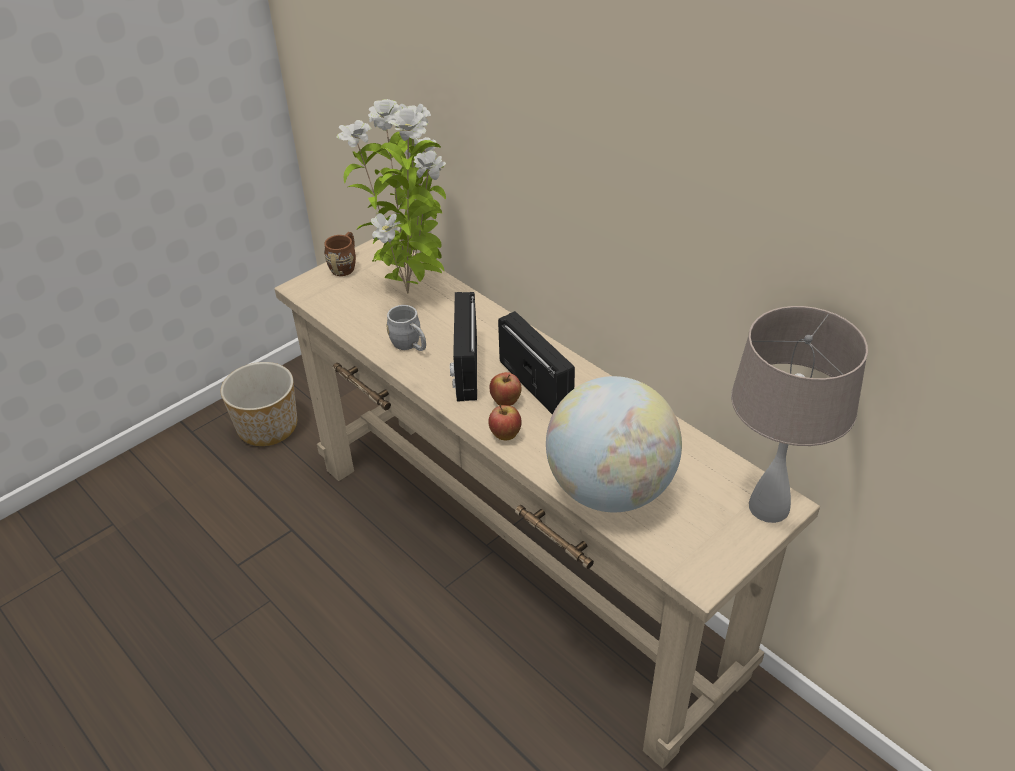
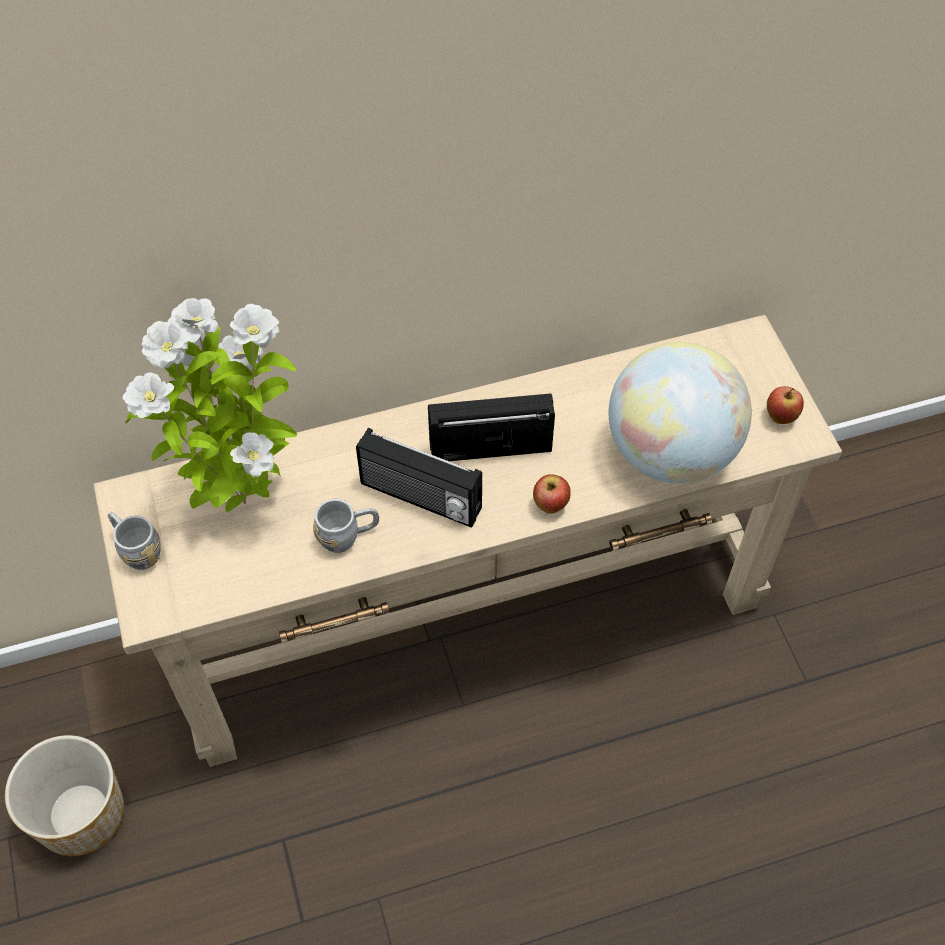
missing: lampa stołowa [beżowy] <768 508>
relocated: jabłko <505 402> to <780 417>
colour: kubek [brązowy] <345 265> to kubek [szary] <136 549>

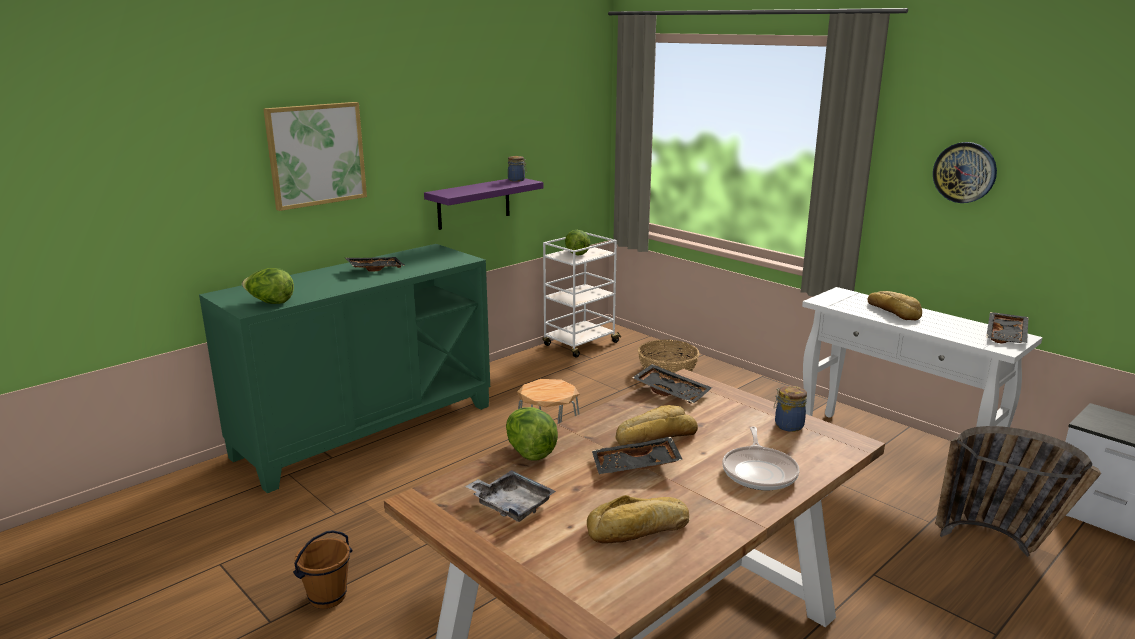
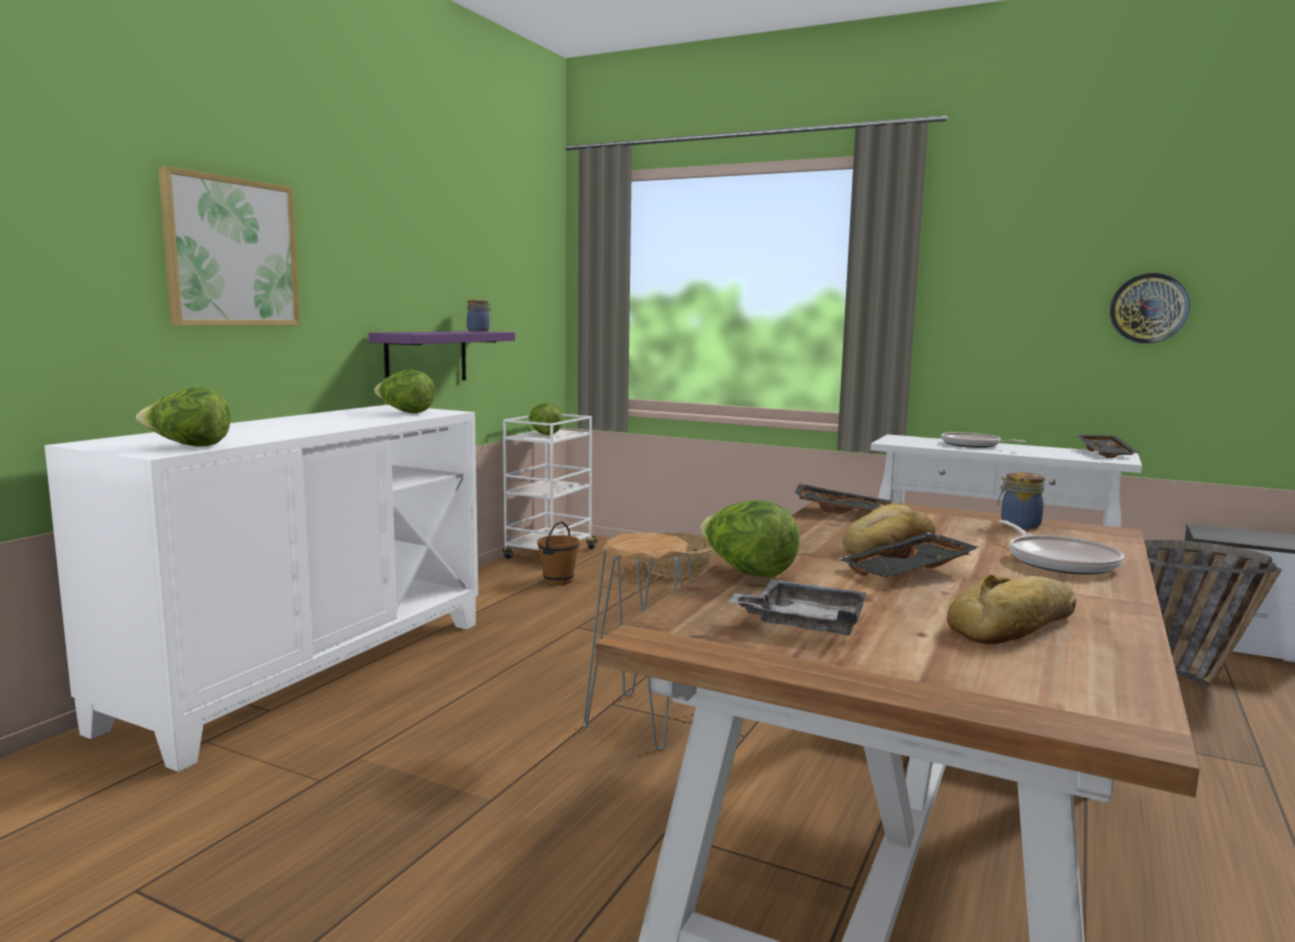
missing: taca [czarny] <375 269>
appeared: sałata <405 412>
relocated: wiadro [brązowy] <327 597> to <558 580>; zegar ścienny <964 172> to <1148 308>
exchanged: chleb <894 311> to patelnia <973 445>
colour: szafka [zielony] <366 430> to szafka [biały] <307 671>

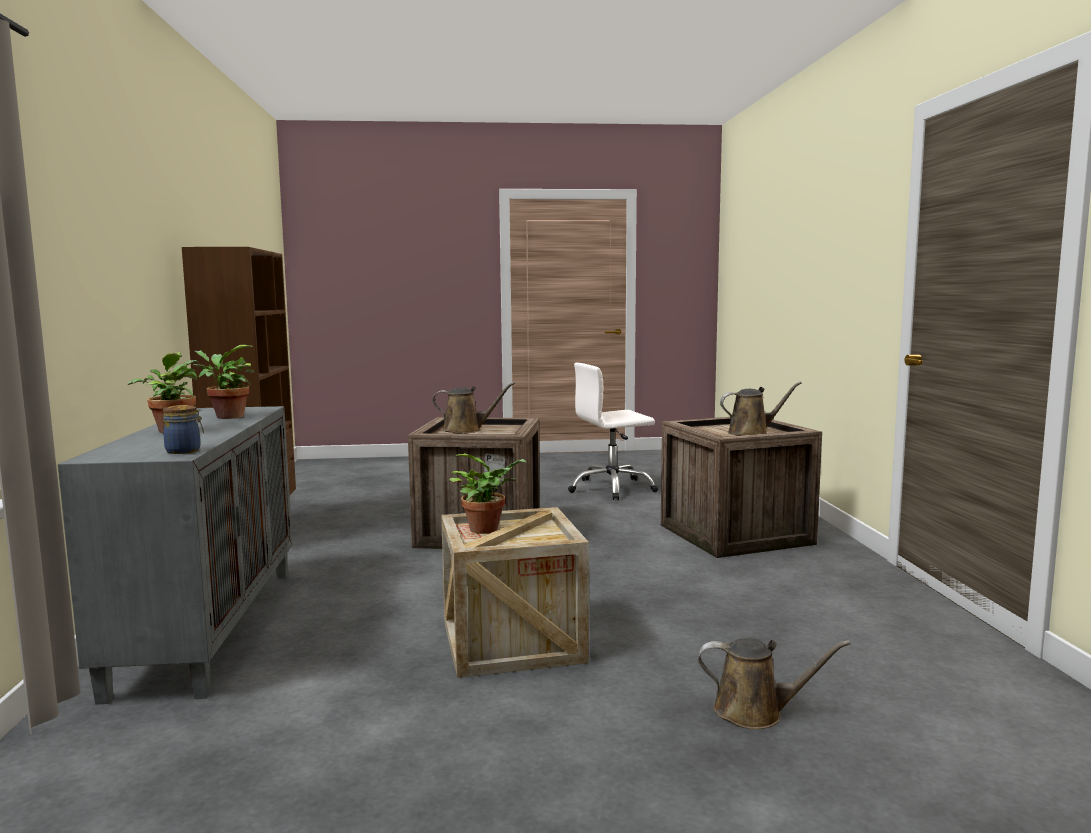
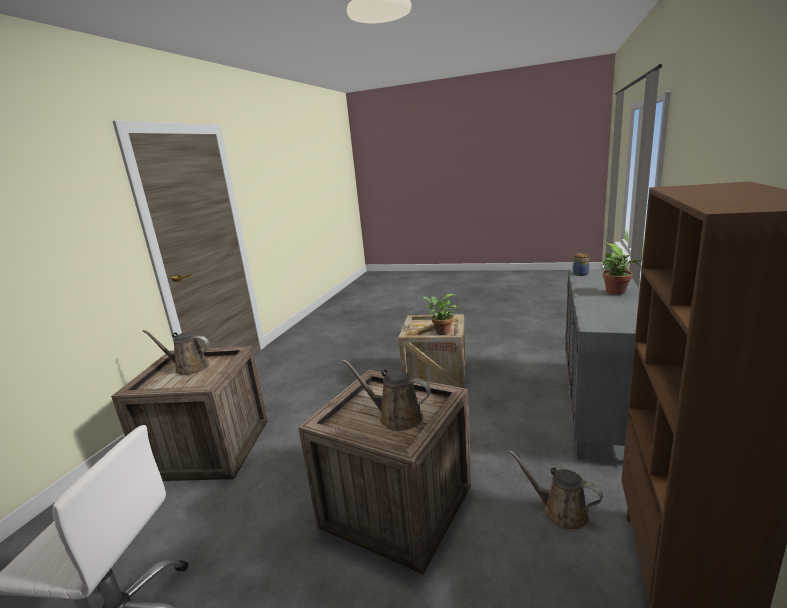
missing: roślina doniczkowa <226 417>
relocated: konewka [brązowy] <755 712> to <560 512>

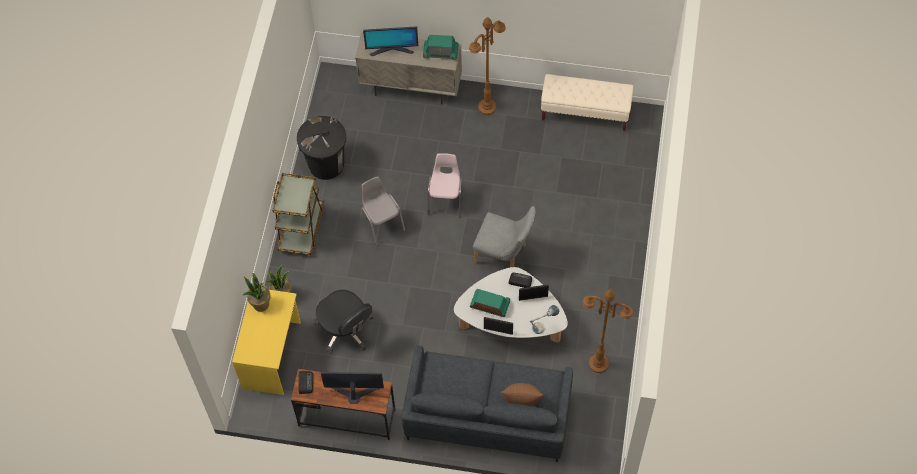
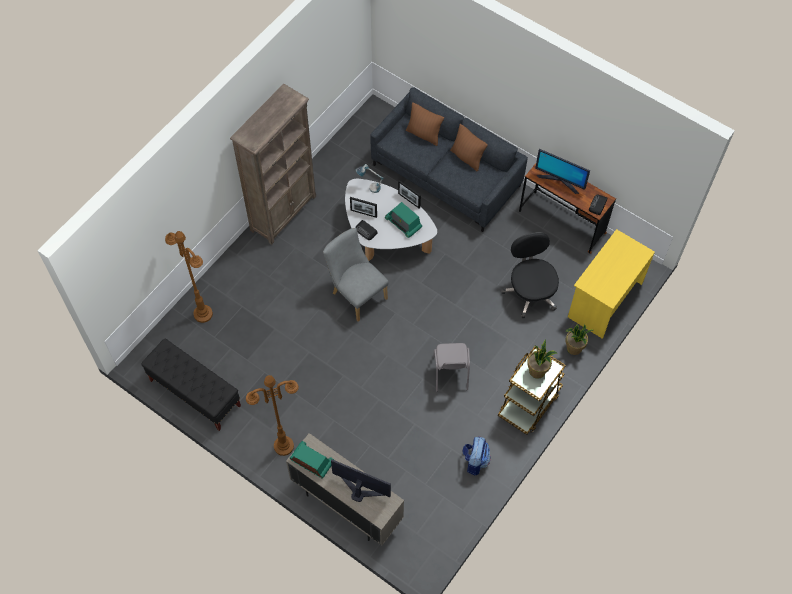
missing: krzesło [różowy] <446 200>
appeared: regał [brązowy] <284 213>; poduszka [brązowy] <467 158>
relocated: lampa stojąca [brązowy] <598 363> to <203 314>; roślina doniczkowa <260 304> to <537 371>
exchanged: kosz na śmieci [czarny] <326 164> to plecak <475 461>
colour: ławka [beżowy] <585 113> to ławka [czarny] <195 393>

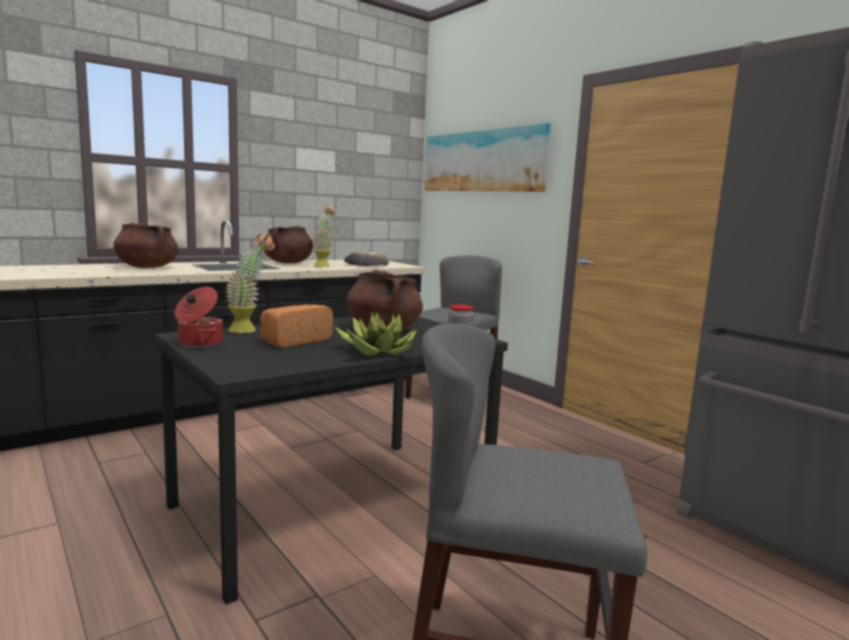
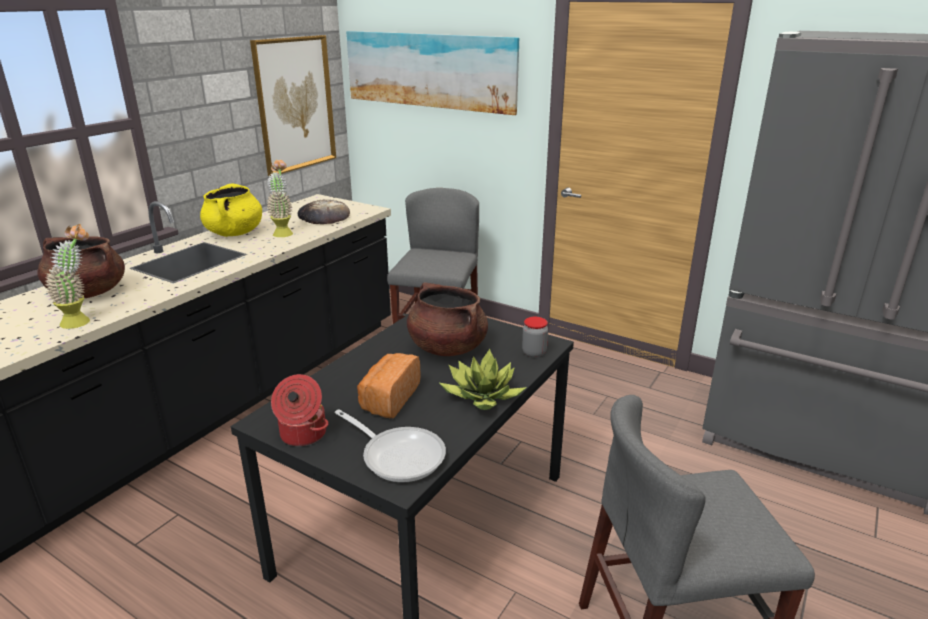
appeared: obraz <295 104>; patelnia <399 455>
relocated: roślina doniczkowa <249 330> to <82 320>
colour: garnek [brązowy] <288 263> to garnek [żółty] <235 233>

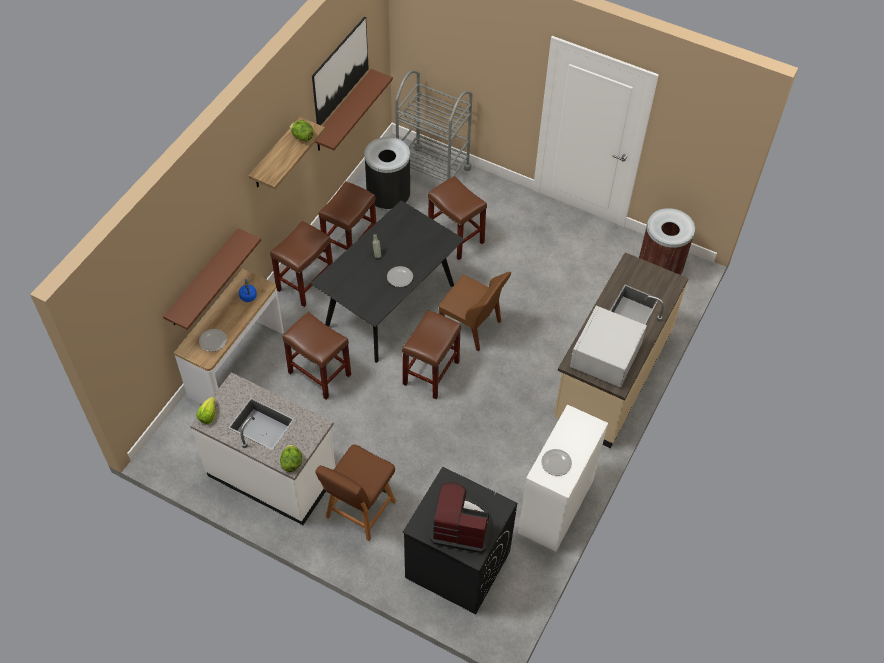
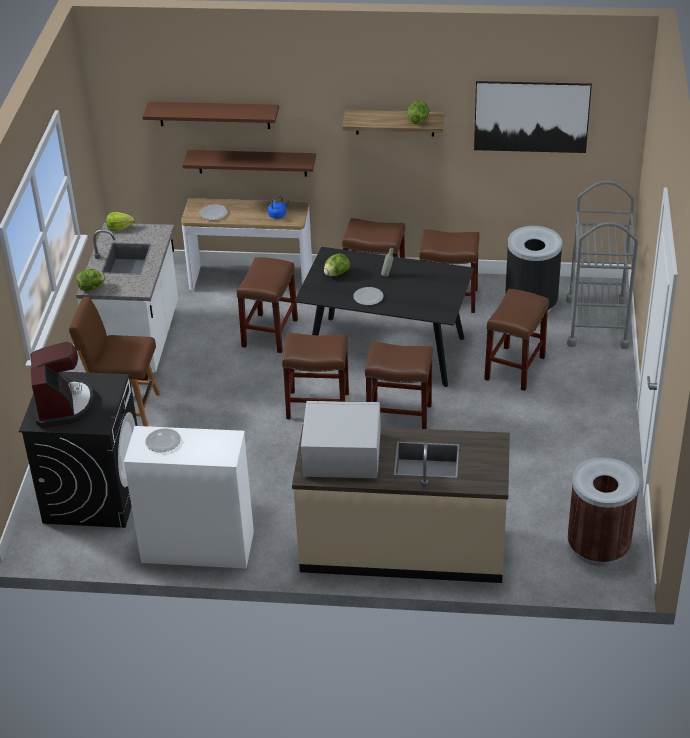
appeared: sałata <336 274>
relocated: półka [brązowy] <342 111> to <214 115>
exchanged: krzesło [brązowy] <472 327> to stołek [brązowy] <398 416>

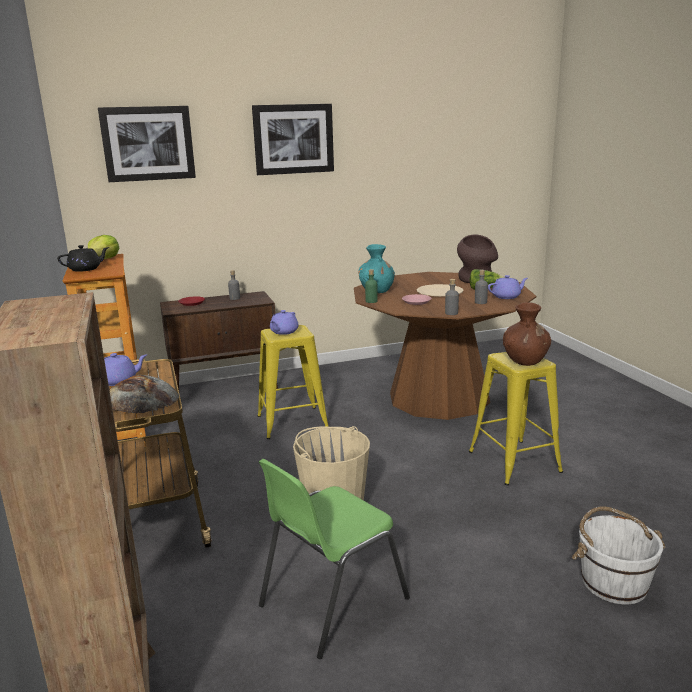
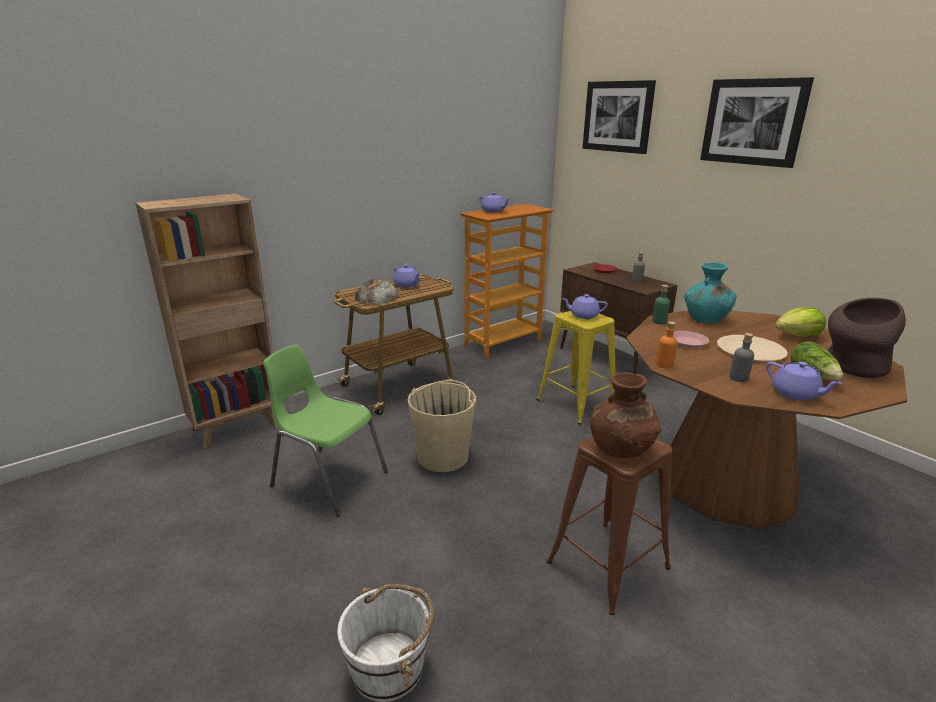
relocated: sałata <103 260> to <797 336>
colour: imbryk [czarny] <86 269> to imbryk [fioletowy] <494 211>; stołek [żółty] <514 462> to stołek [brązowy] <608 565>; butelka [szary] <451 313> to butelka [pomarańczowy] <664 364>

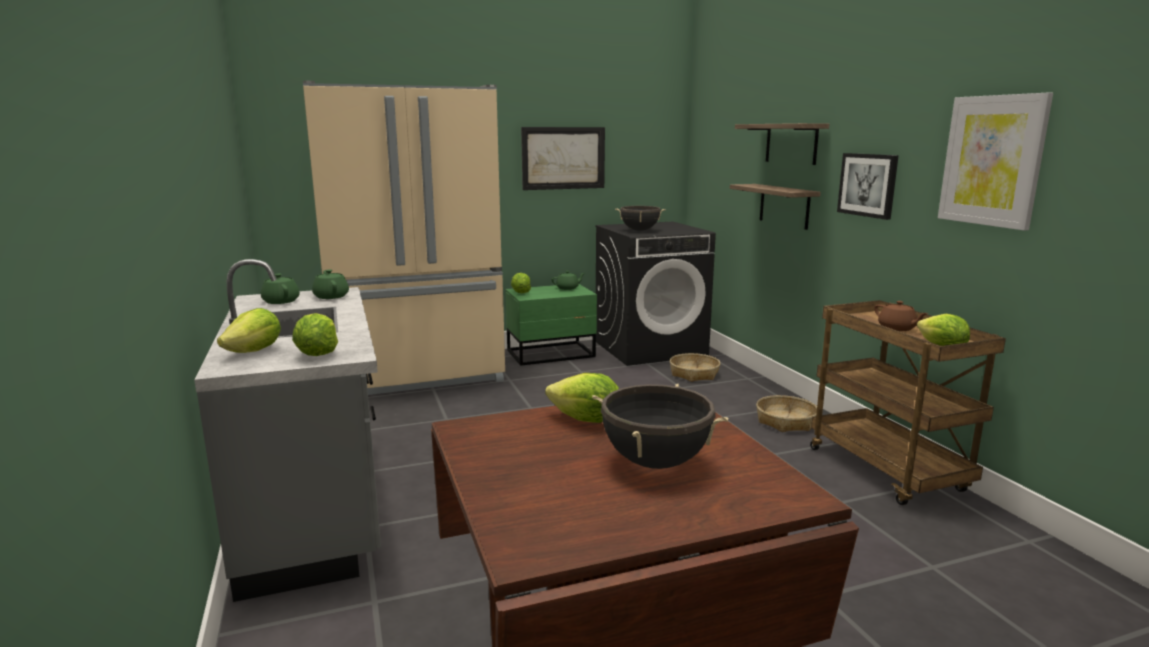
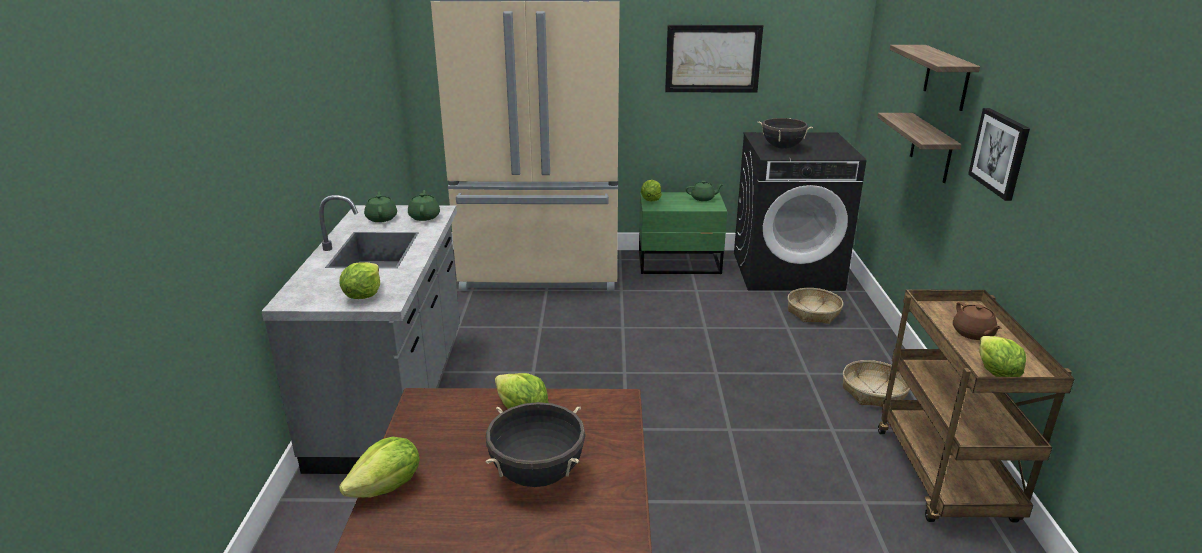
missing: obraz <992 161>
relocated: sałata <255 351> to <387 488>

